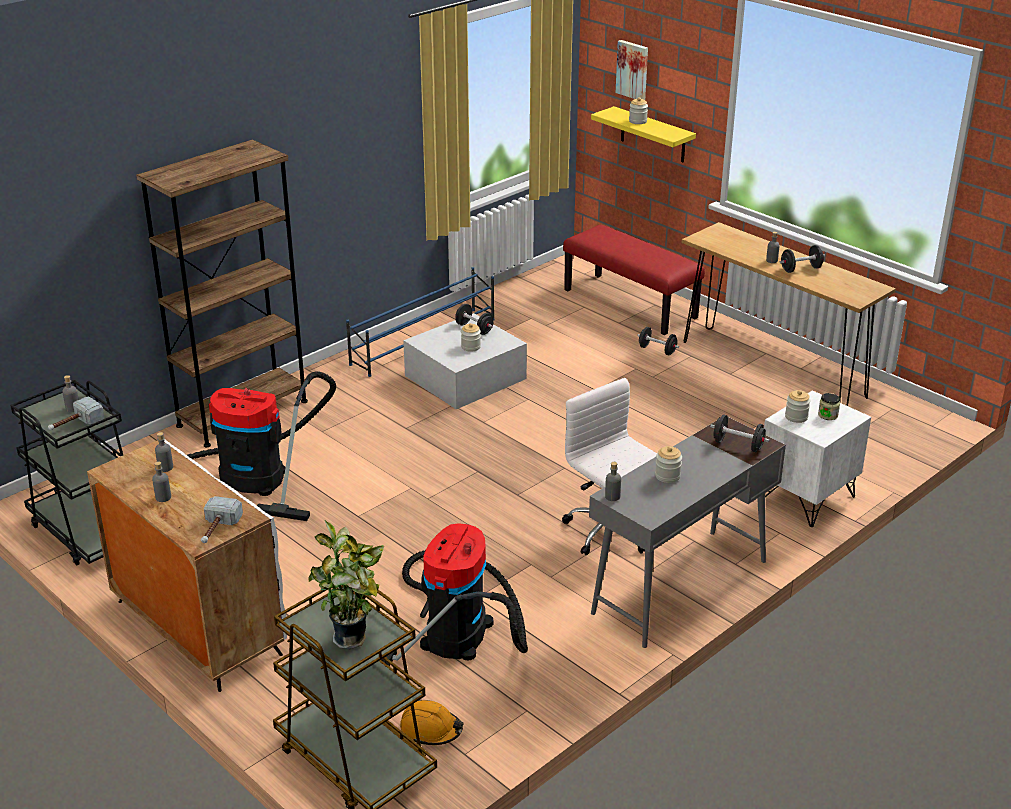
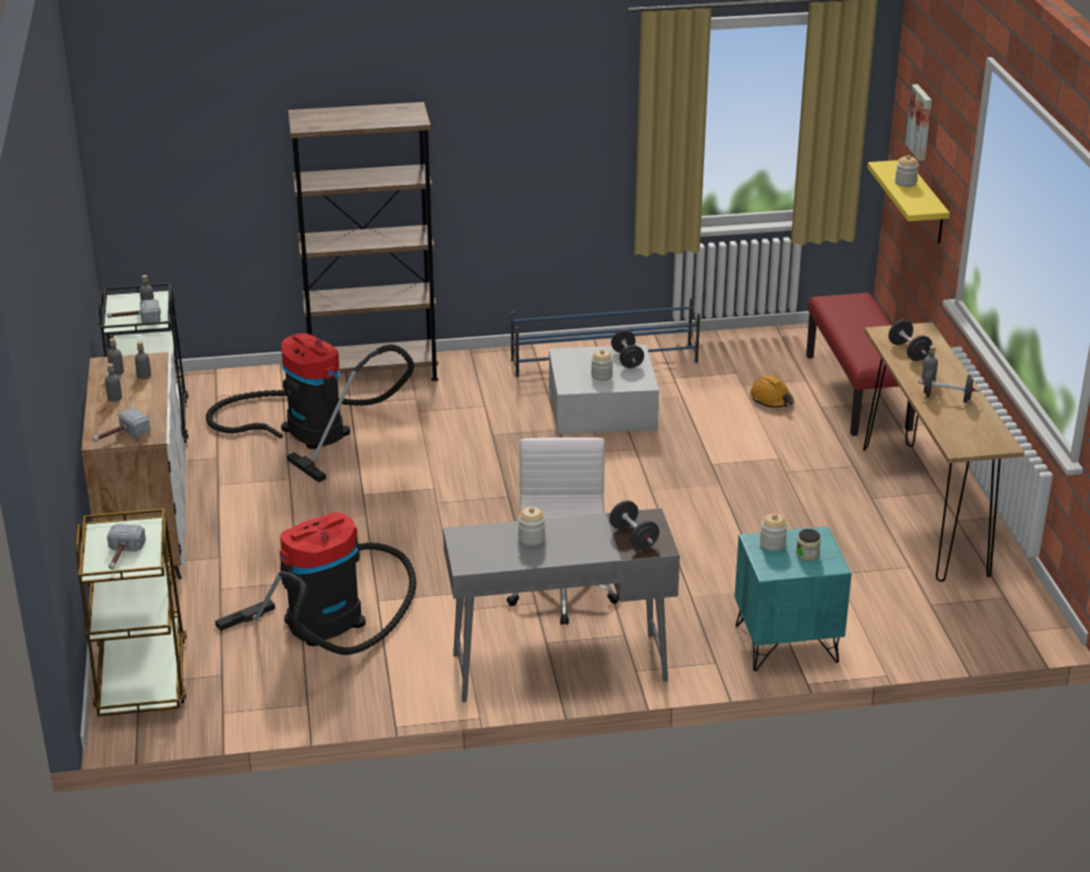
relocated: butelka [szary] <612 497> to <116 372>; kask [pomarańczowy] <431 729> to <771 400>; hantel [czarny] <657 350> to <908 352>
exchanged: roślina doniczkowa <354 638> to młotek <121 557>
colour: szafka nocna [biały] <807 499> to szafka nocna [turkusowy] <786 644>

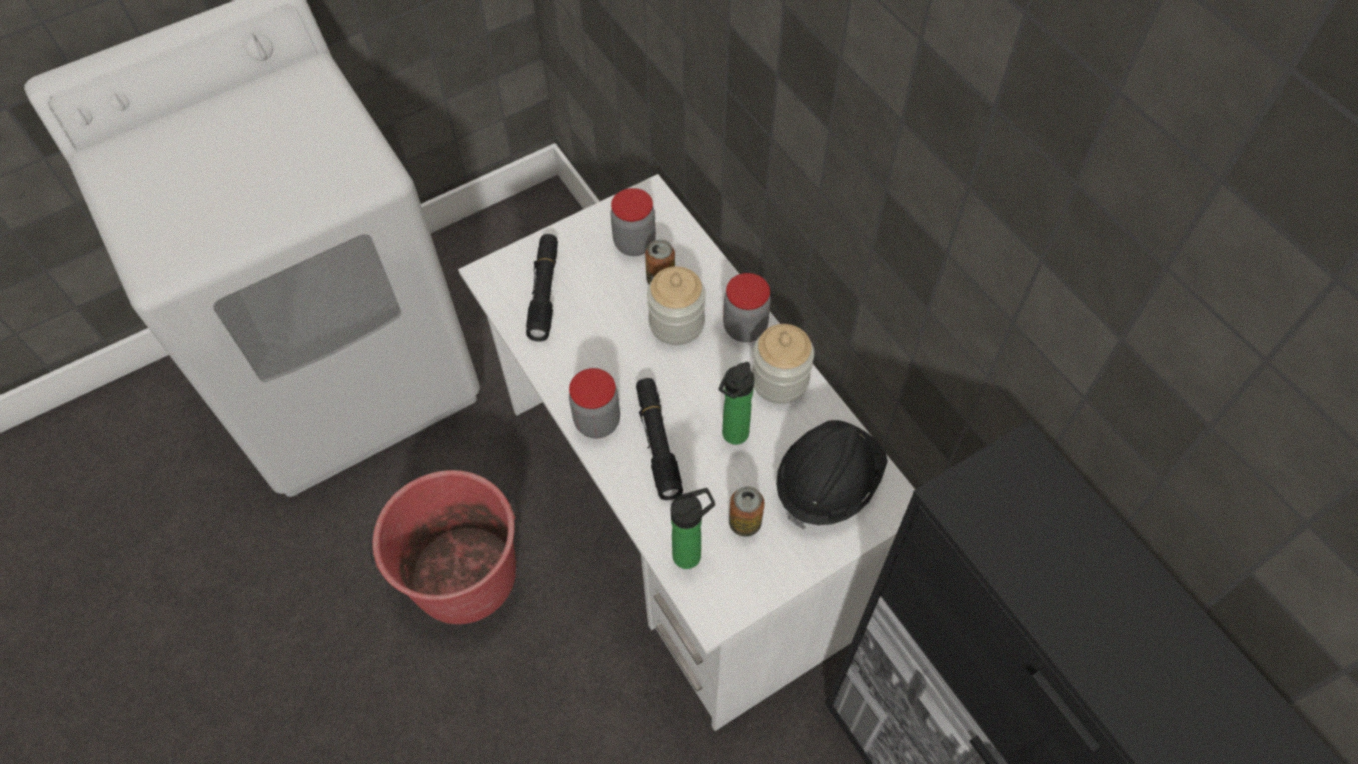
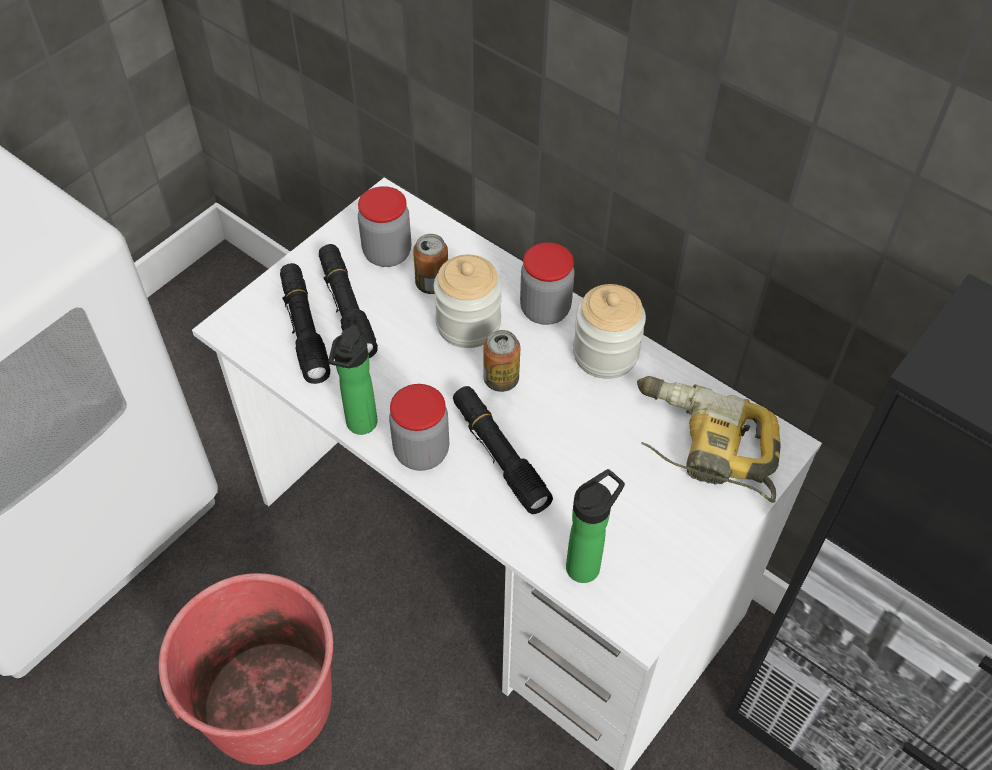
appeared: latarka [czarny] <347 308>
relocated: butelka <733 436> to <360 426>; puszka <745 523> to <501 380>
exchanged: kask [czarny] <827 483> to wiertarka <701 446>

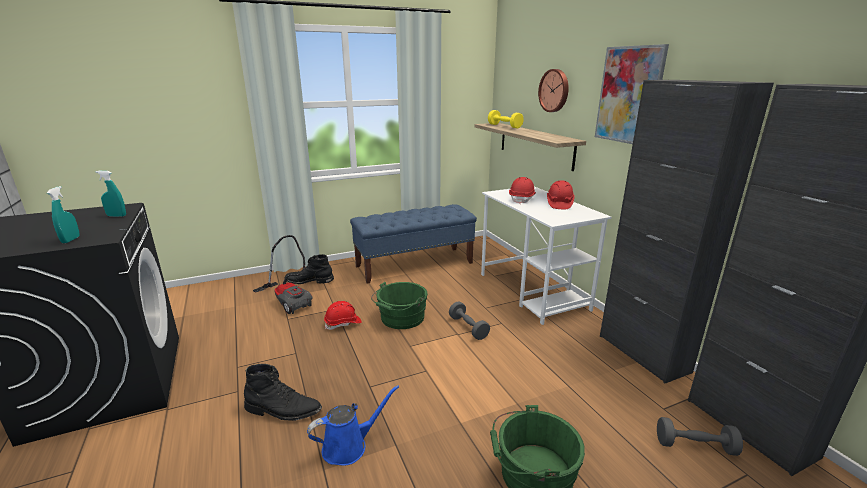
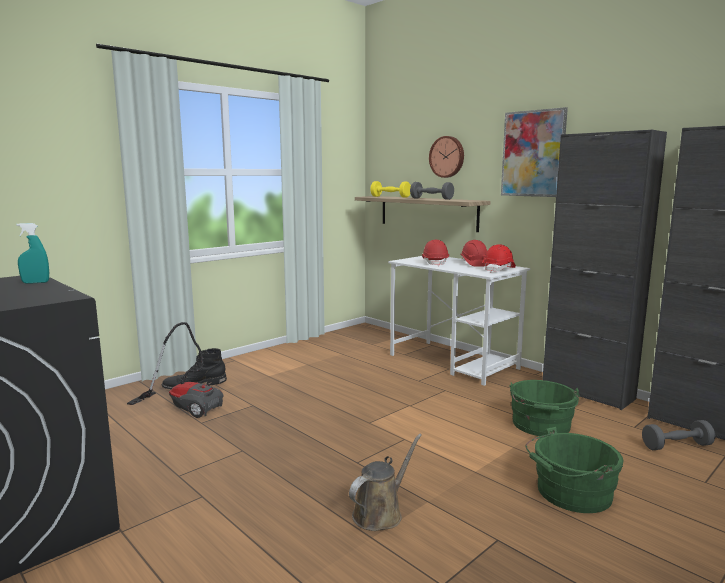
missing: spryskiwacz [turkusowy] <70 240>; but z cholewką [czarny] <283 410>; ławka [niebieski] <415 264>
relocated: hantel [szary] <468 327> to <431 199>; kask [czerwony] <343 323> to <499 269>; wiadro [zielony] <401 318> to <541 426>
colour: konewka [niebieski] <349 446> to konewka [brązowy] <380 513>

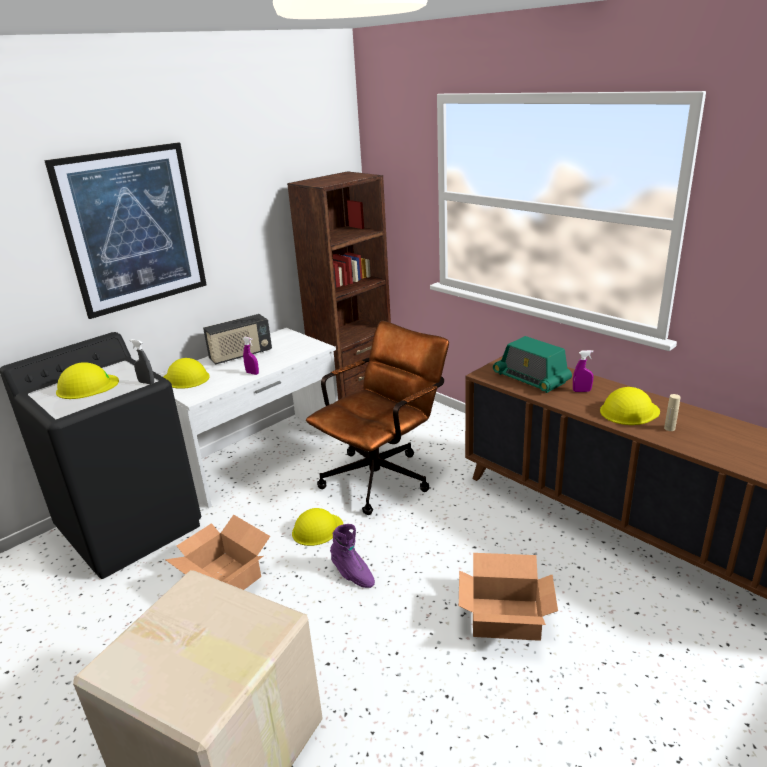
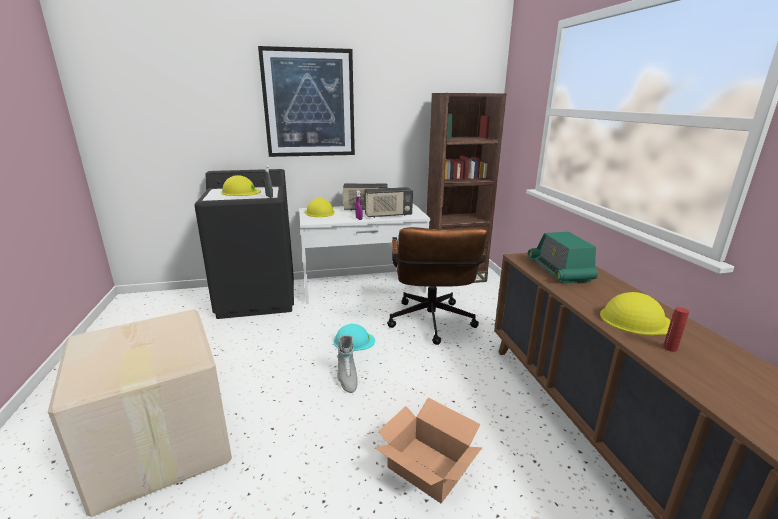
missing: karton <225 576>; spryskiwacz [fioletowy] <581 391>
appeared: radio <388 215>
colour: kask [żółty] <317 529> to kask [turkusowy] <354 341>; but z cholewką [fioletowy] <352 574> to but z cholewką [szary] <347 379>; butelka [beżowy] <669 428> to butelka [czerwony] <670 348>
spun: krzesło biurowe [brązowy] <383 475> = <431 325> 105 degrees clockwise

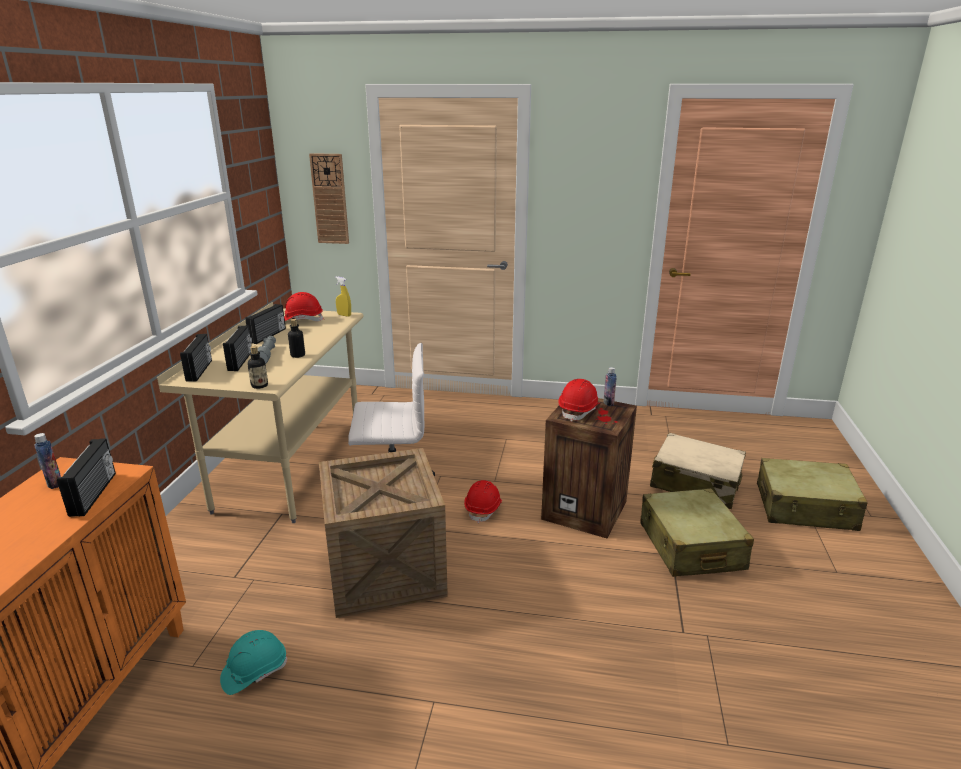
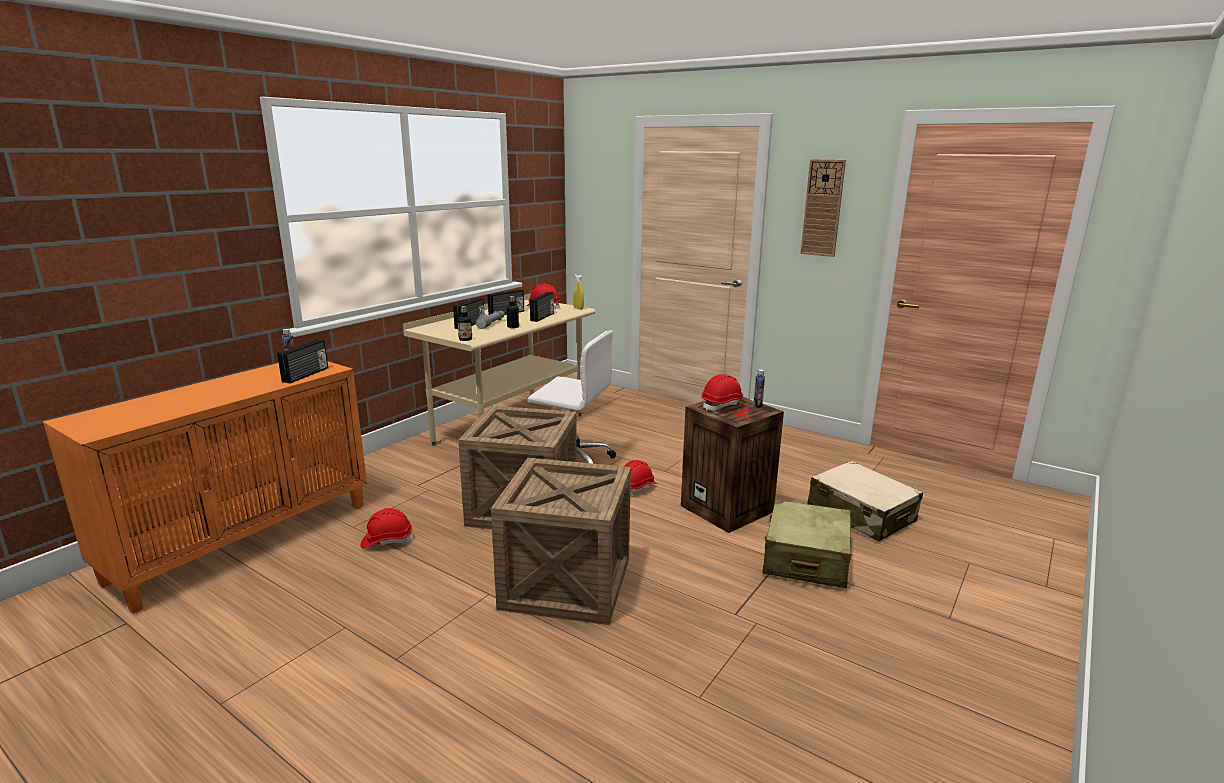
missing: walizka [beżowy] <805 507>
appeared: skrzynka <566 583>
relocated: radio <200 370> to <543 317>; zegar ścienny <330 199> to <822 208>
colour: kask [turkusowy] <254 671> to kask [czerwony] <387 541>

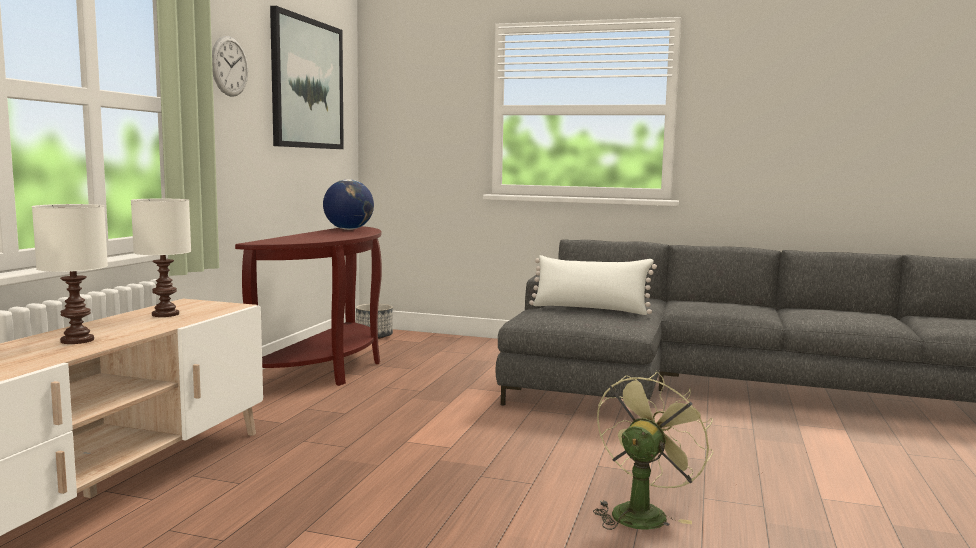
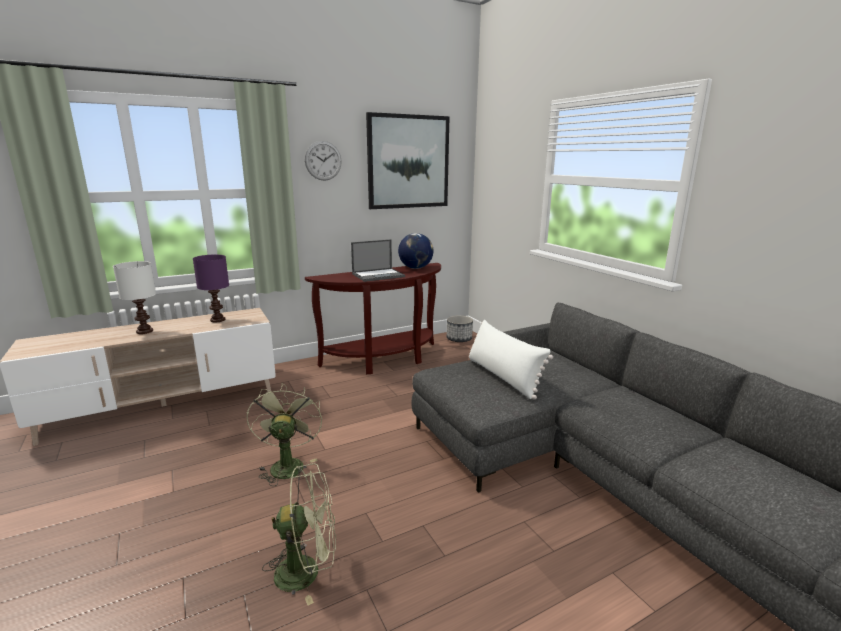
appeared: wentylator [zielony] <287 464>; laptop <378 275>
colour: lampa stołowa [biały] <164 314> to lampa stołowa [fioletowy] <217 320>

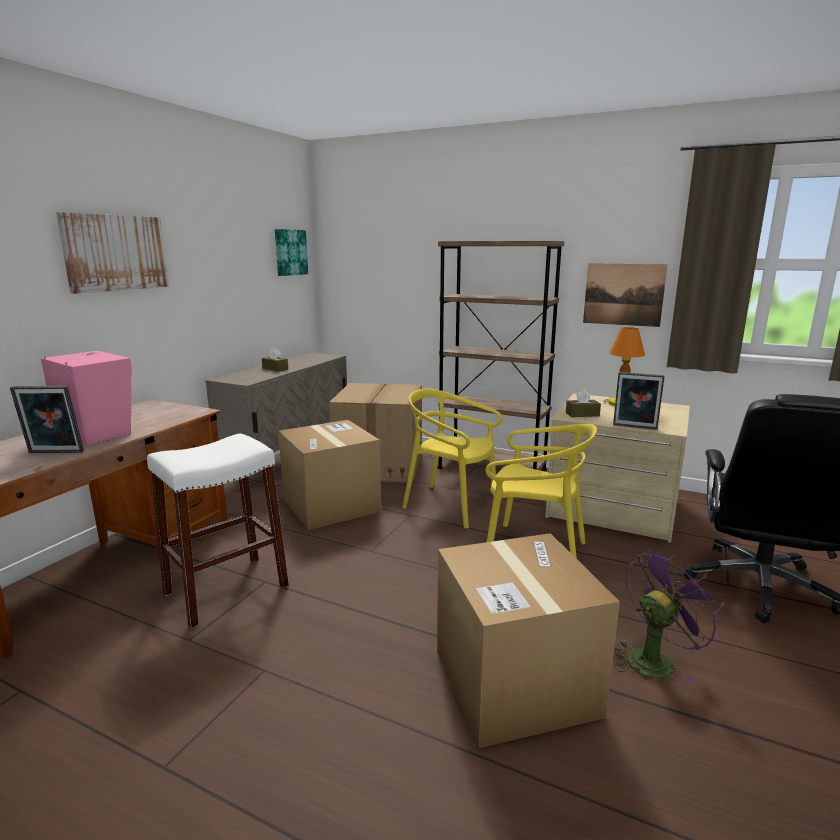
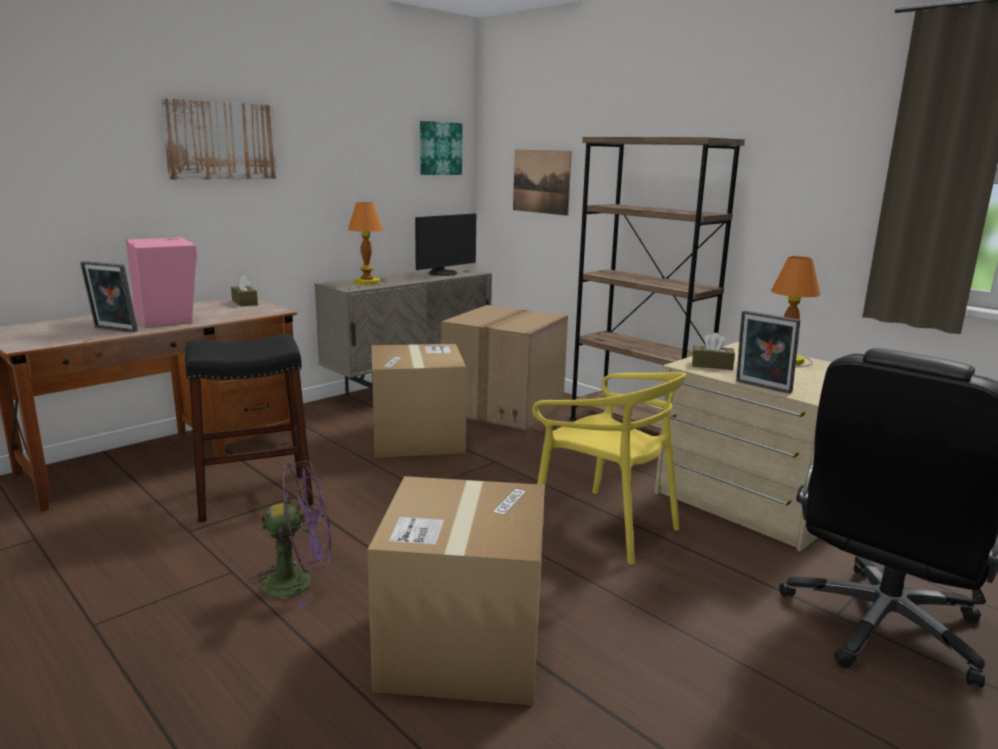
missing: krzesło [żółty] <451 505>
appeared: lampa stołowa <367 283>; monitor <444 273>
relocated: pudełko chusteczek [brązowy] <275 369> to <244 302>; wentylator [fioletowy] <655 659> to <299 582>; obraz <623 294> to <541 181>
colour: stołek [biały] <226 589> to stołek [czarny] <254 496>

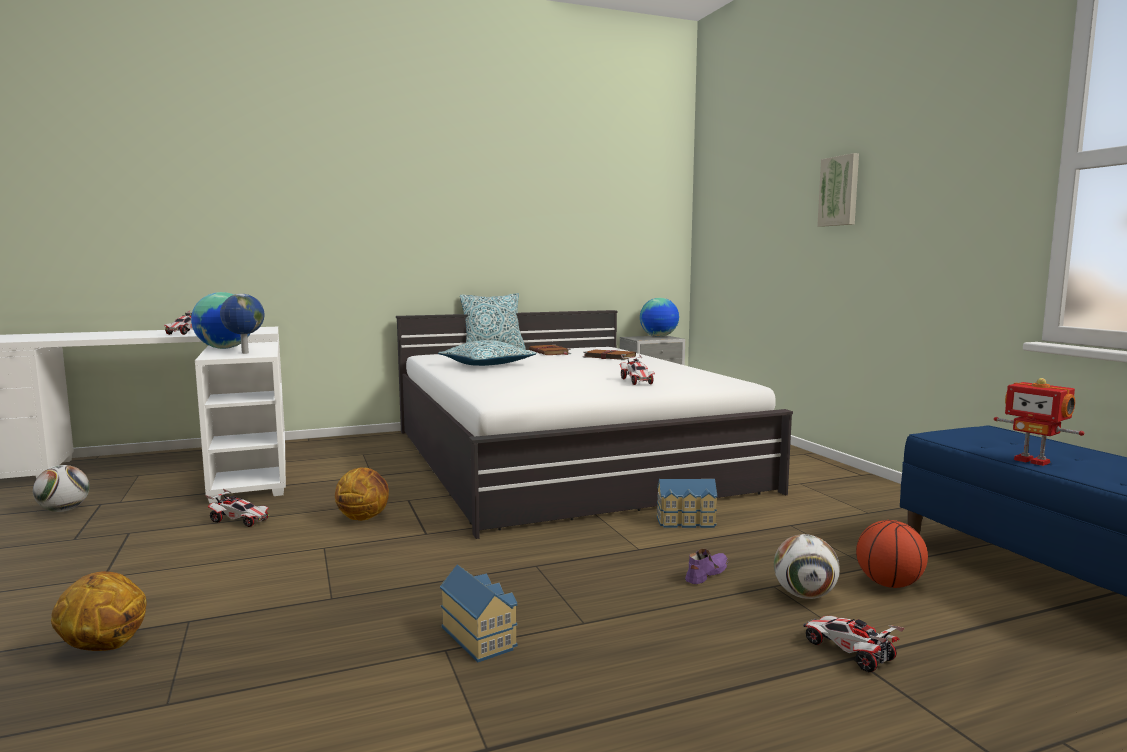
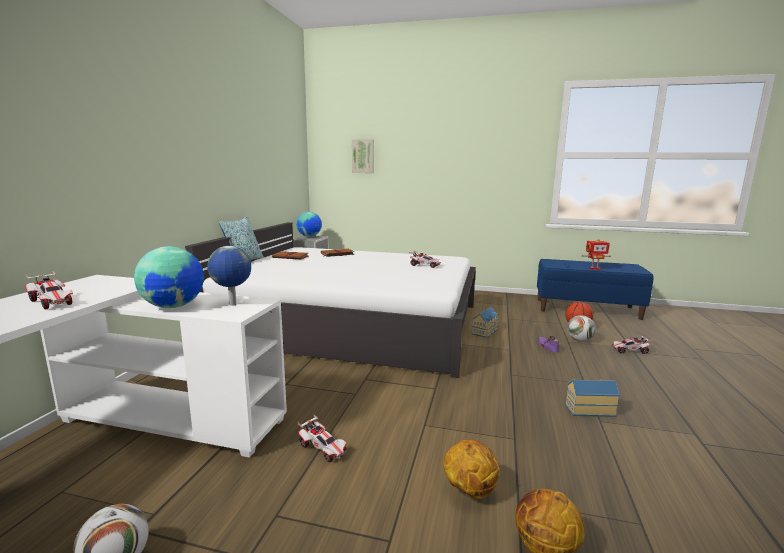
missing: poduszka <487 365>
relocated: obraz <840 191> to <363 156>; piłka do koszykówki <364 517> to <469 490>
spun: samochodzik <240 521> = <323 449> 75 degrees clockwise

